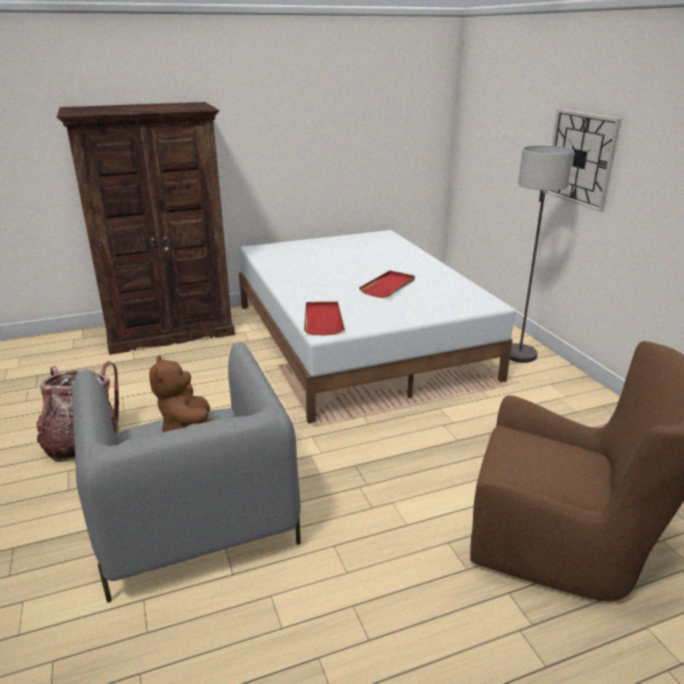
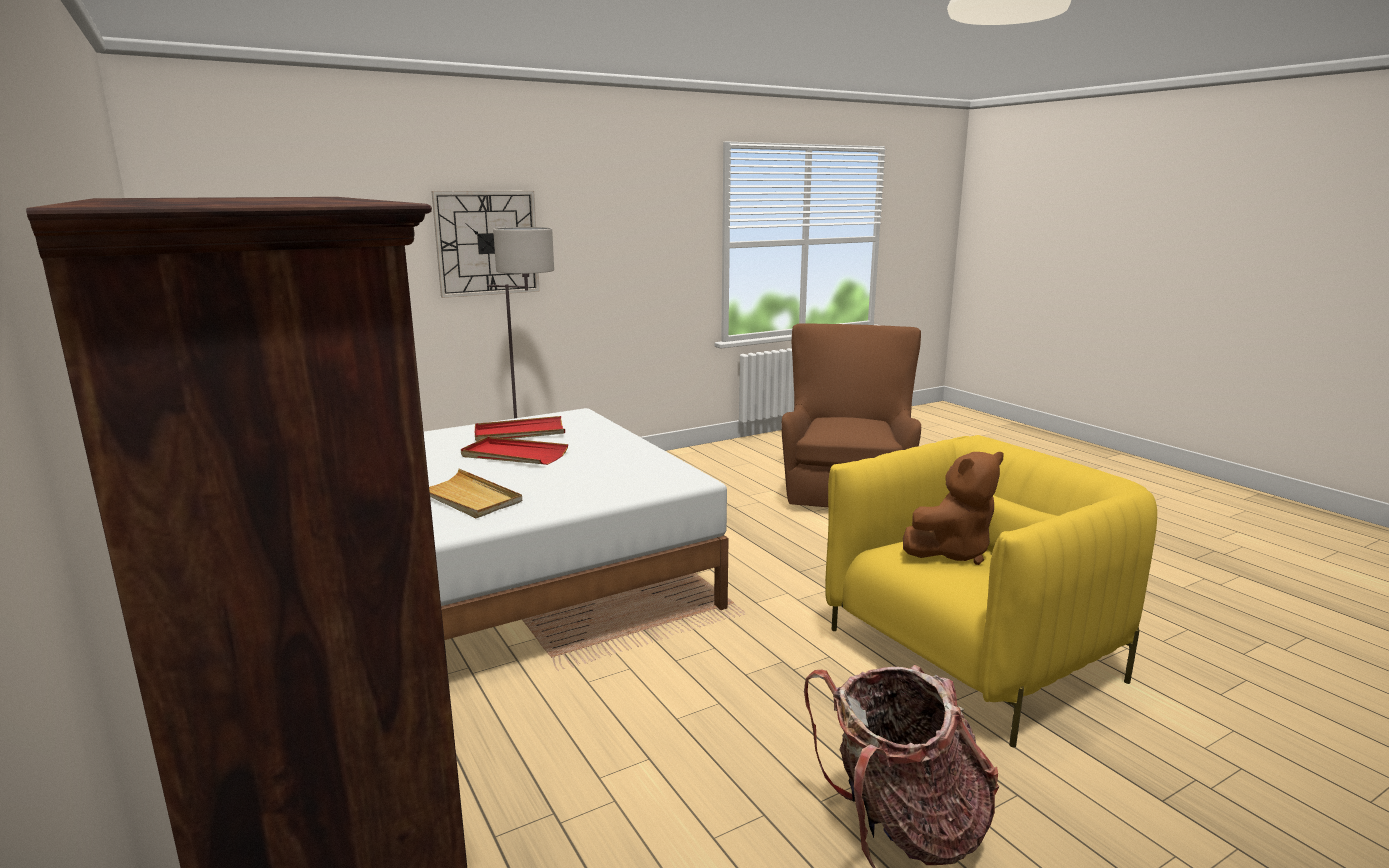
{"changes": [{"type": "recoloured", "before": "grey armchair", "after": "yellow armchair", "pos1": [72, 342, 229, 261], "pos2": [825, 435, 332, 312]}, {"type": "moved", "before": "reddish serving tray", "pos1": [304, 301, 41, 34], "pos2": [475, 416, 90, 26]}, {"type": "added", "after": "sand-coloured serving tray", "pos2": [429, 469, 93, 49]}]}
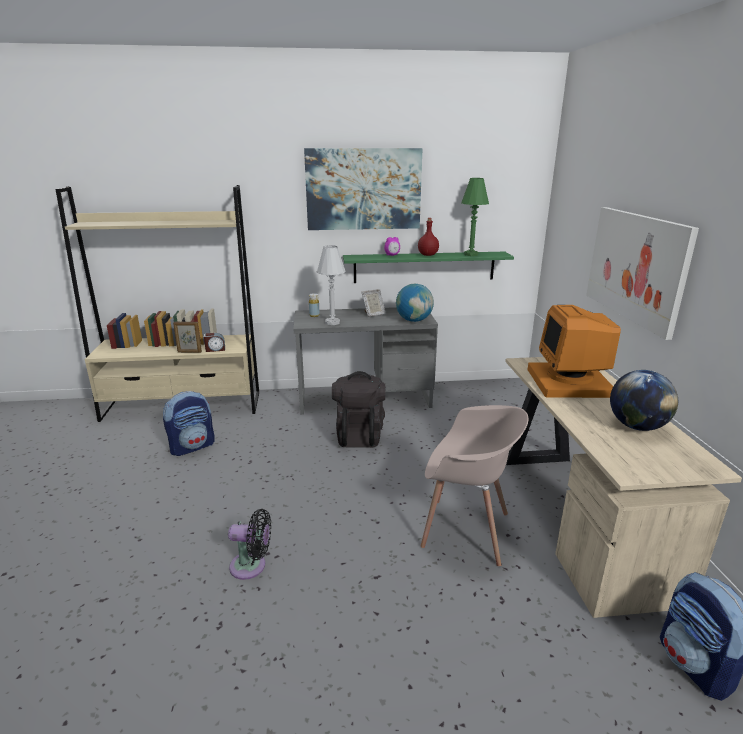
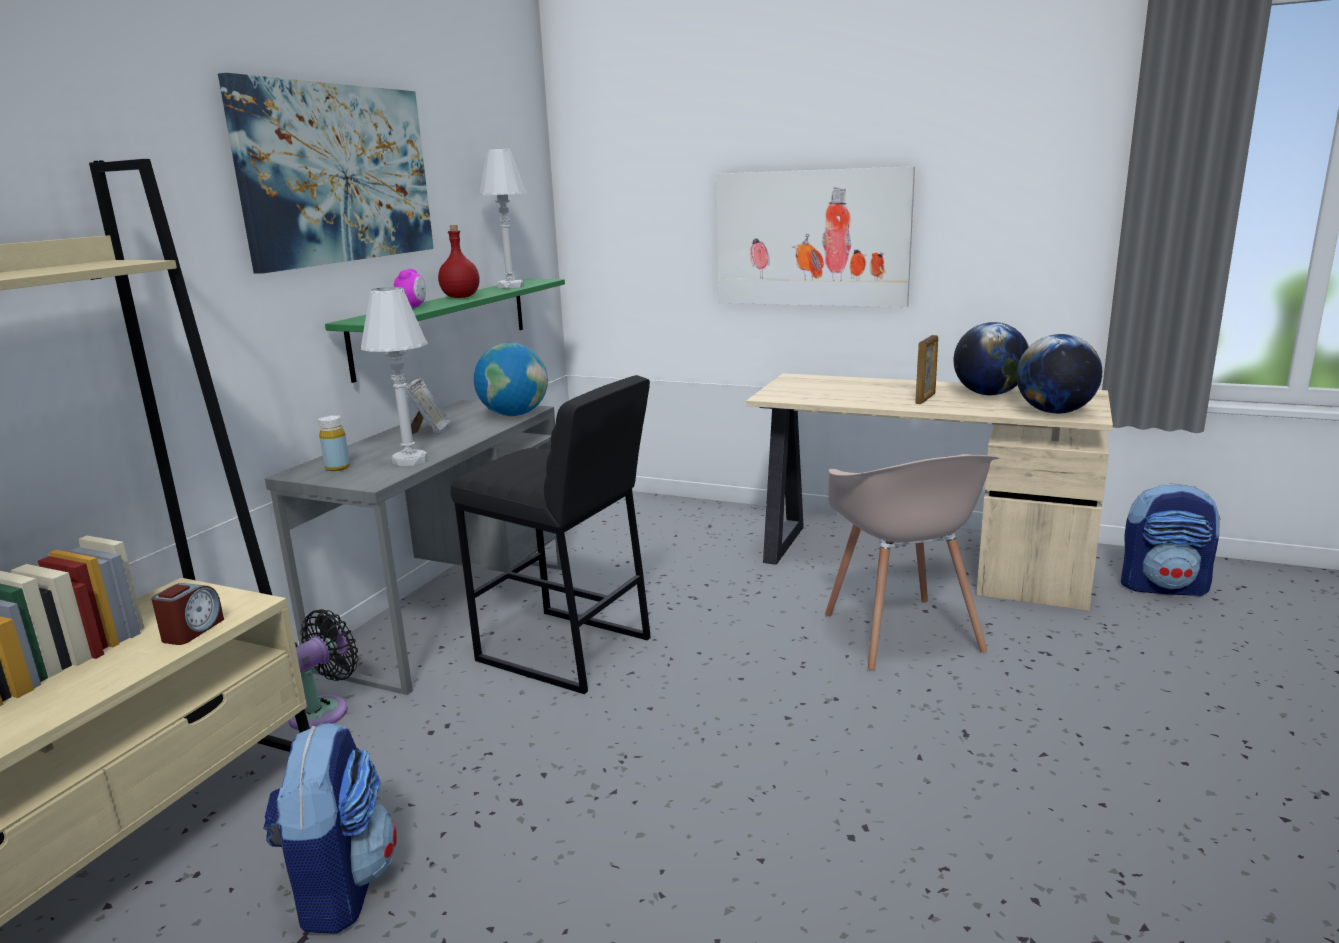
{"changes": [{"type": "moved", "before": "photo frame", "pos1": [173, 322, 29, 31], "pos2": [915, 335, 23, 69]}, {"type": "moved", "before": "blackish fan", "pos1": [228, 509, 43, 71], "pos2": [288, 609, 70, 121]}, {"type": "replaced", "before": "blackish rucksack", "after": "blackish stool seat", "pos1": [332, 371, 54, 77], "pos2": [450, 375, 200, 319]}, {"type": "turned", "before": "sand-coloured upright chair", "pos1": [421, 405, 107, 161], "pos2": [825, 454, 174, 216], "turn": 120}, {"type": "recoloured", "before": "green table lamp", "after": "white table lamp", "pos1": [461, 178, 28, 78], "pos2": [478, 149, 49, 140]}, {"type": "removed", "before": "computer display", "pos1": [528, 305, 93, 93]}, {"type": "added", "after": "globe", "pos2": [1016, 334, 86, 80]}]}
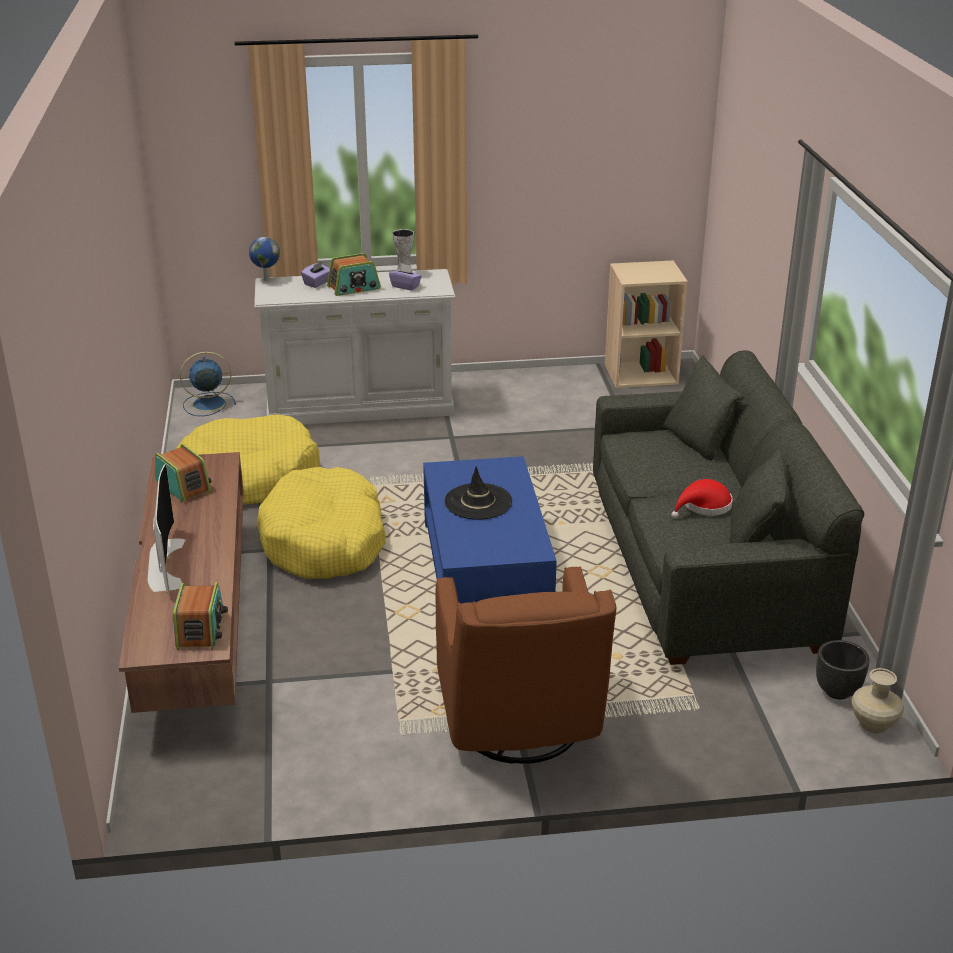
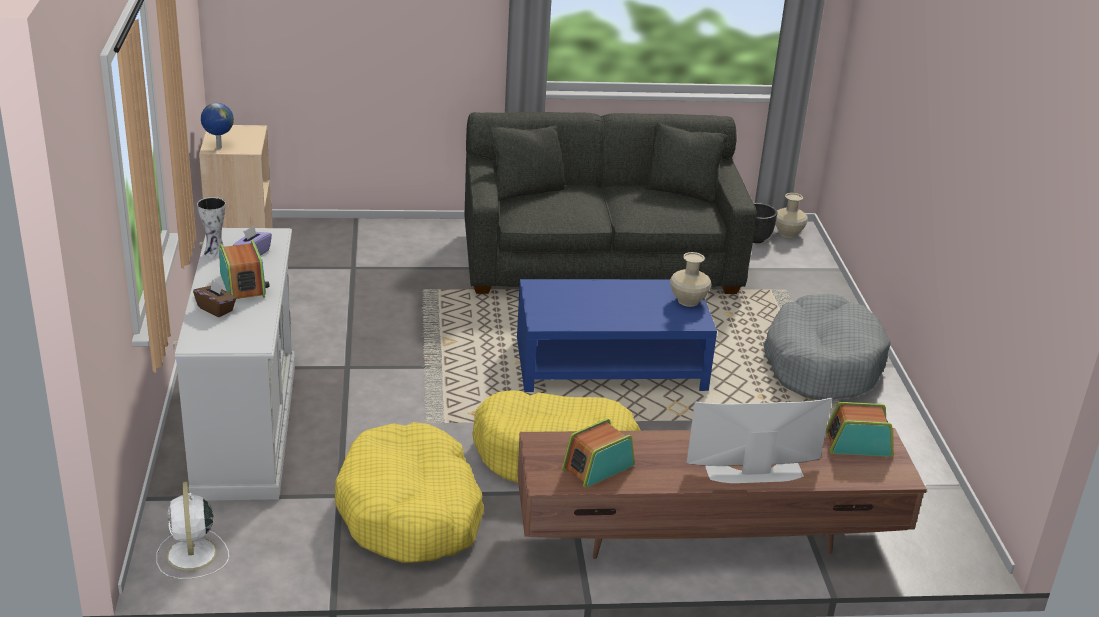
{"changes": [{"type": "recoloured", "before": "bluish fan", "after": "white fan", "pos1": [180, 351, 56, 65], "pos2": [156, 481, 73, 98]}, {"type": "moved", "before": "globe", "pos1": [249, 237, 31, 44], "pos2": [201, 103, 33, 46]}, {"type": "recoloured", "before": "purple-coloured tissue box", "after": "brown-coloured tissue box", "pos1": [301, 261, 29, 27], "pos2": [193, 280, 43, 37]}, {"type": "replaced", "before": "brown-coloured armchair", "after": "grey pet bed", "pos1": [435, 566, 181, 198], "pos2": [763, 294, 128, 106]}, {"type": "removed", "before": "blackish hat", "pos1": [444, 467, 68, 53]}, {"type": "removed", "before": "reddish hat", "pos1": [671, 479, 62, 39]}, {"type": "added", "after": "sand-coloured decorative vase", "pos2": [670, 252, 42, 55]}]}
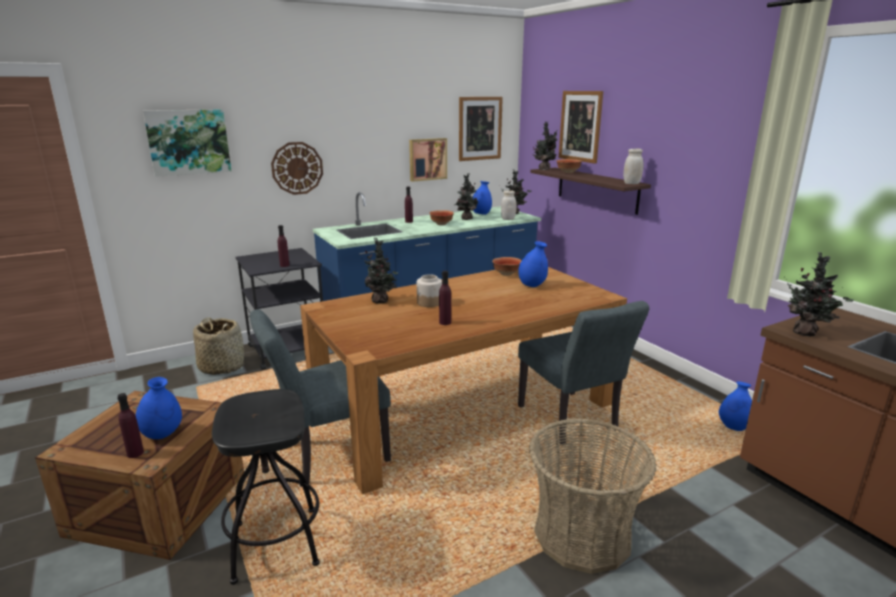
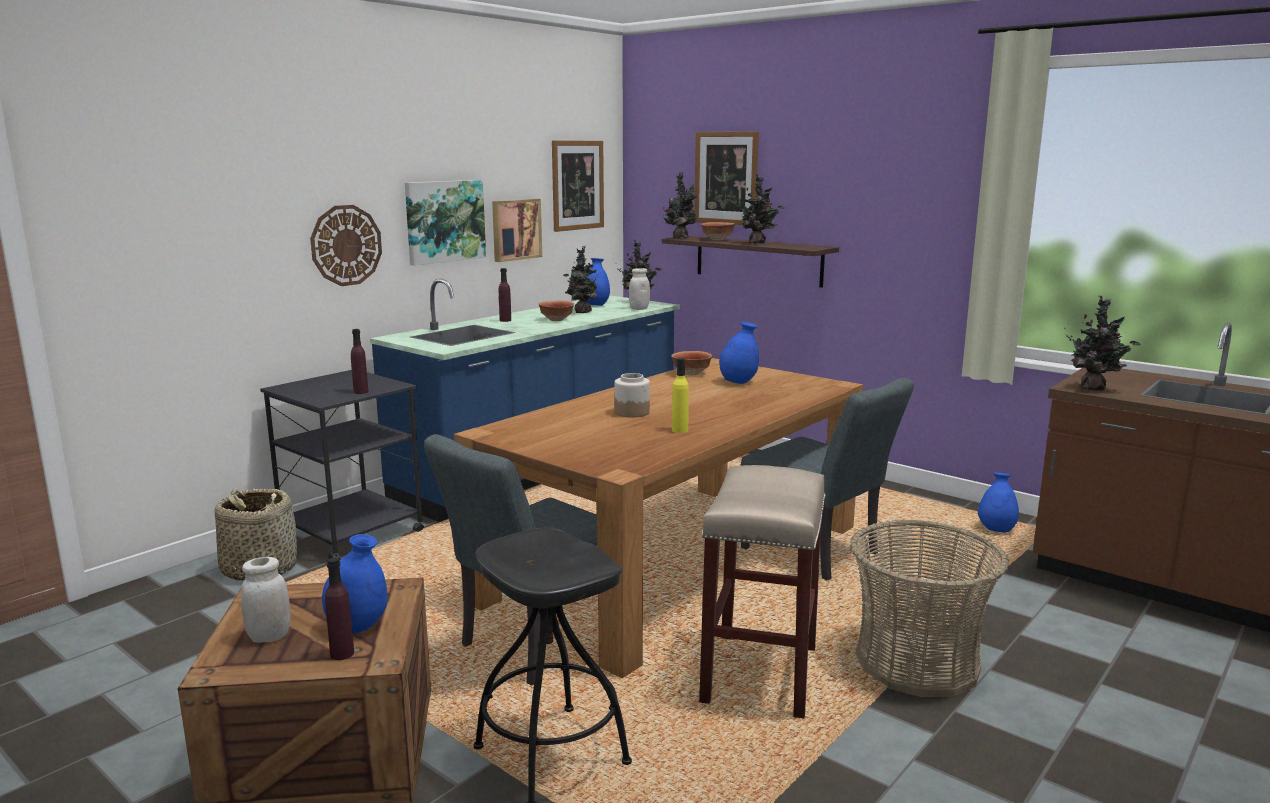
{"changes": [{"type": "moved", "before": "wall art", "pos1": [143, 109, 89, 68], "pos2": [405, 180, 81, 86]}, {"type": "moved", "before": "potted plant", "pos1": [364, 238, 34, 66], "pos2": [735, 174, 50, 70]}, {"type": "recoloured", "before": "purple-coloured drink bottle", "after": "yellow drink bottle", "pos1": [439, 271, 12, 54], "pos2": [672, 358, 17, 75]}, {"type": "moved", "before": "white preserve jar", "pos1": [623, 149, 20, 35], "pos2": [241, 557, 49, 86]}, {"type": "added", "after": "sand-coloured stool seat", "pos2": [699, 465, 127, 254]}]}
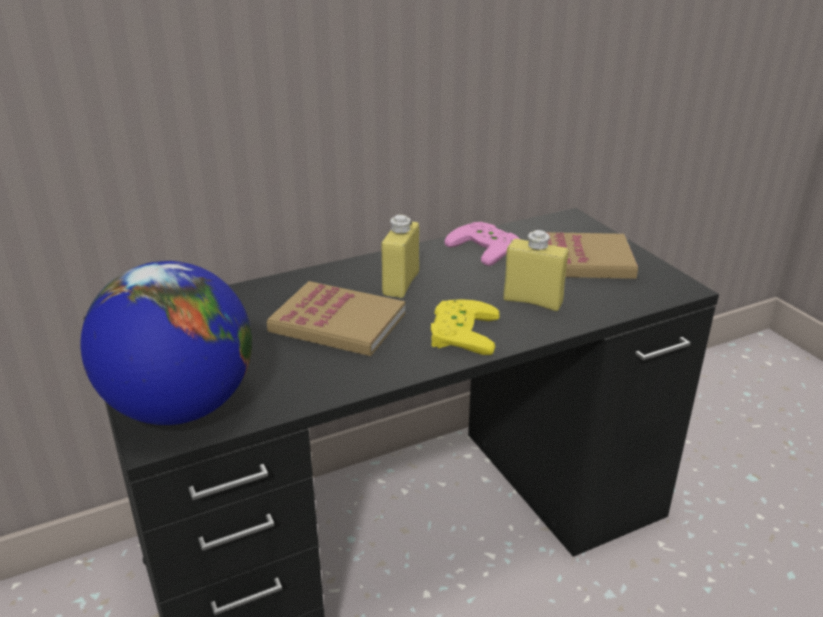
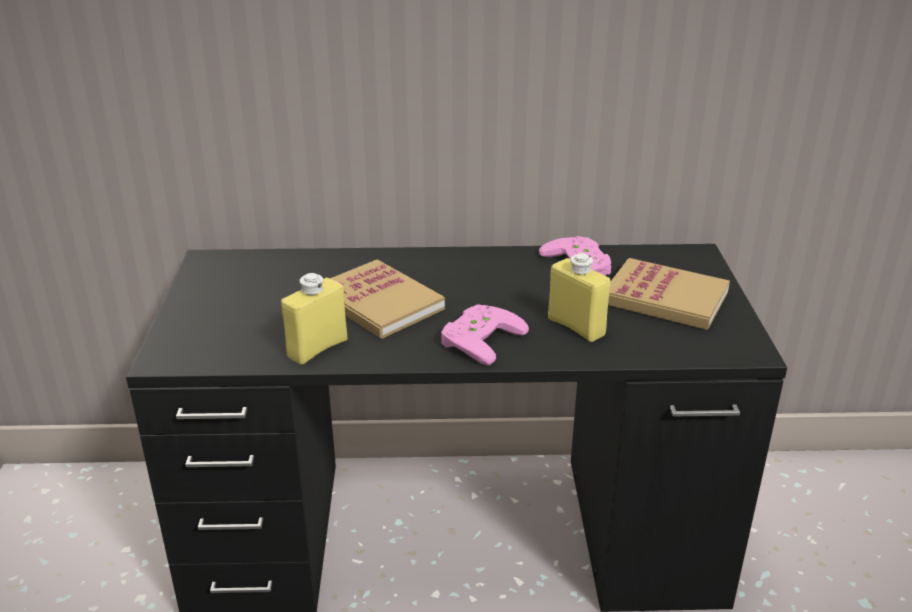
{"changes": [{"type": "removed", "before": "globe", "pos1": [81, 261, 171, 164]}, {"type": "moved", "before": "yellow drink bottle", "pos1": [381, 215, 38, 83], "pos2": [281, 273, 66, 92]}, {"type": "recoloured", "before": "yellow joypad", "after": "pinkish joypad", "pos1": [431, 299, 69, 56], "pos2": [441, 304, 88, 62]}]}
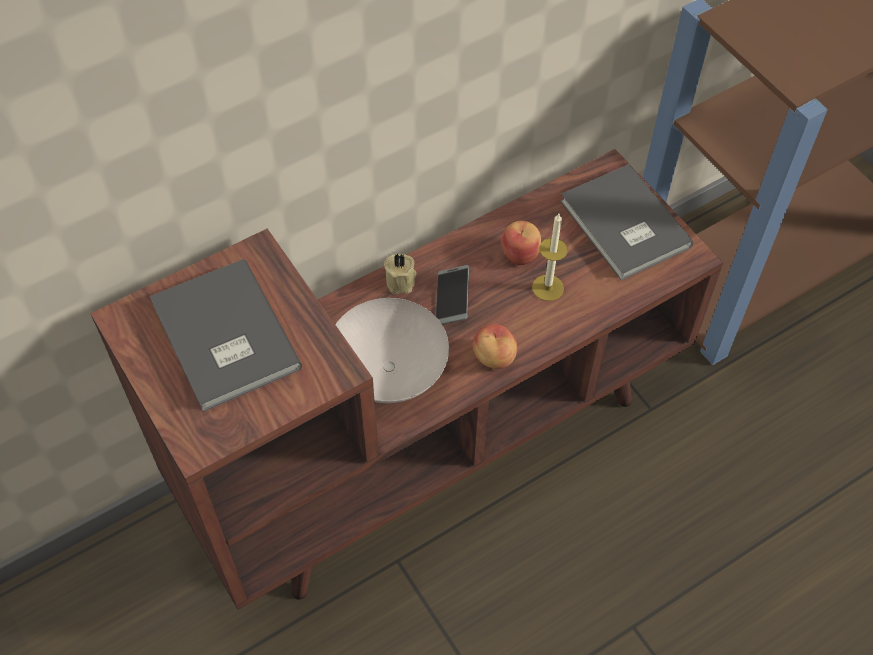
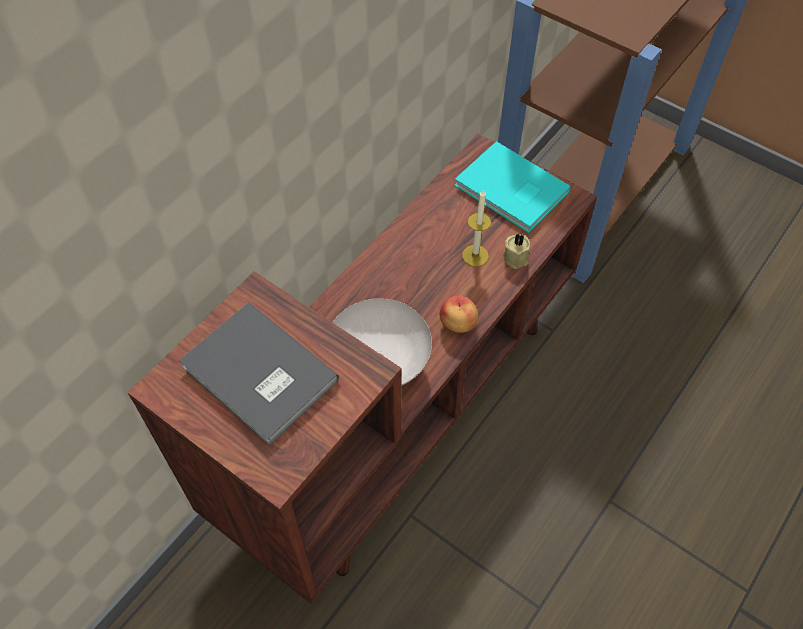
{"changes": [{"type": "moved", "before": "sand-coloured wax candle", "pos1": [384, 253, 32, 41], "pos2": [503, 234, 27, 35]}, {"type": "removed", "before": "telephone", "pos1": [436, 265, 33, 59]}, {"type": "removed", "before": "whole apple", "pos1": [501, 221, 40, 44]}, {"type": "recoloured", "before": "grey book", "after": "turquoise book", "pos1": [560, 164, 133, 116], "pos2": [454, 141, 117, 92]}]}
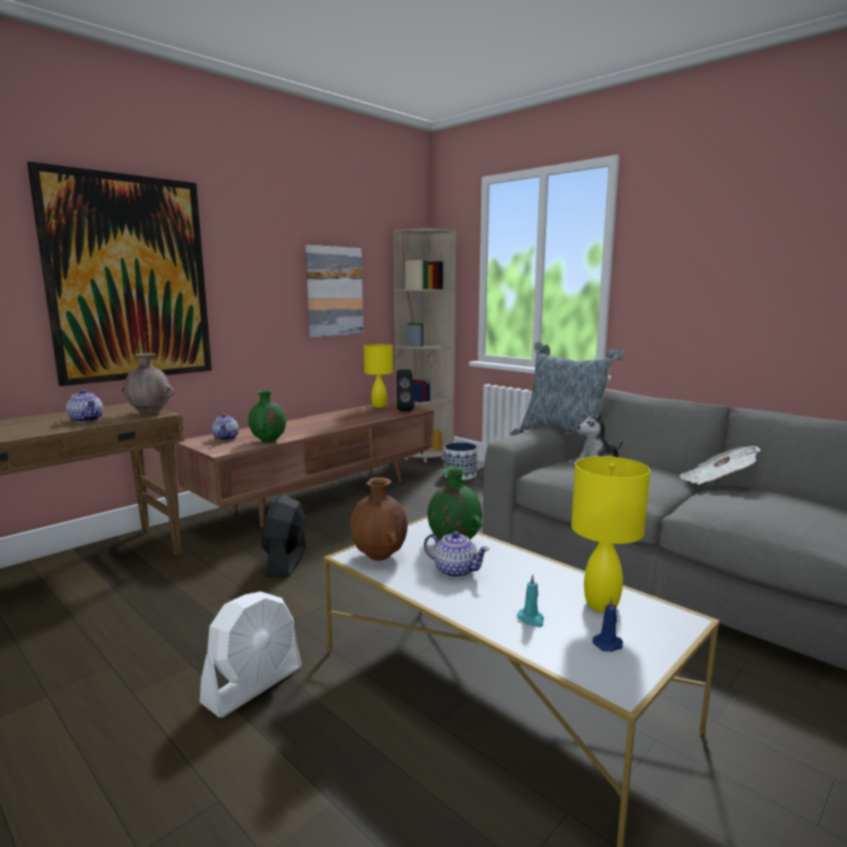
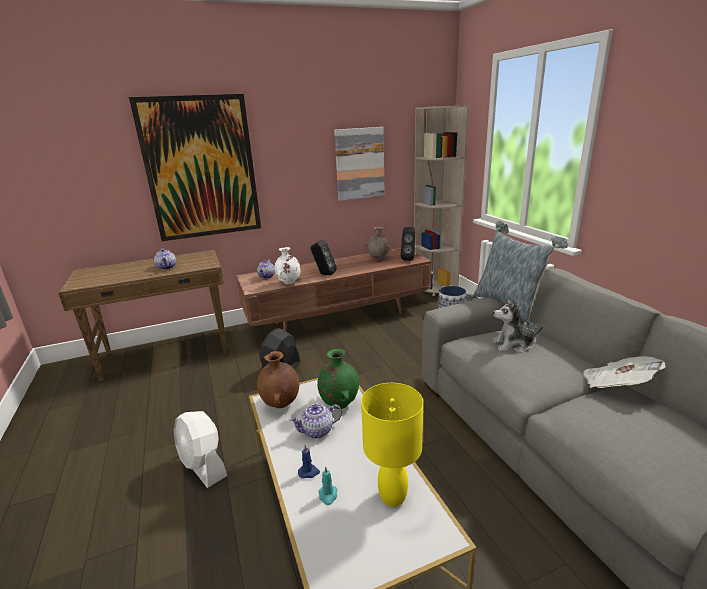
{"changes": [{"type": "moved", "before": "brown-coloured decorative vase", "pos1": [122, 353, 52, 61], "pos2": [366, 227, 26, 33]}, {"type": "turned", "before": "white fan", "pos1": [200, 591, 102, 127], "pos2": [173, 411, 54, 77], "turn": 75}, {"type": "recoloured", "before": "green decorative vase", "after": "white decorative vase", "pos1": [248, 390, 38, 53], "pos2": [274, 247, 27, 37]}, {"type": "removed", "before": "yellow table lamp", "pos1": [364, 344, 29, 63]}, {"type": "turned", "before": "tea pot", "pos1": [424, 531, 66, 47], "pos2": [289, 404, 53, 34], "turn": 105}, {"type": "moved", "before": "bluish wax candle", "pos1": [592, 597, 31, 55], "pos2": [298, 445, 22, 33]}, {"type": "added", "after": "blackish loudspeaker", "pos2": [311, 240, 26, 35]}]}
